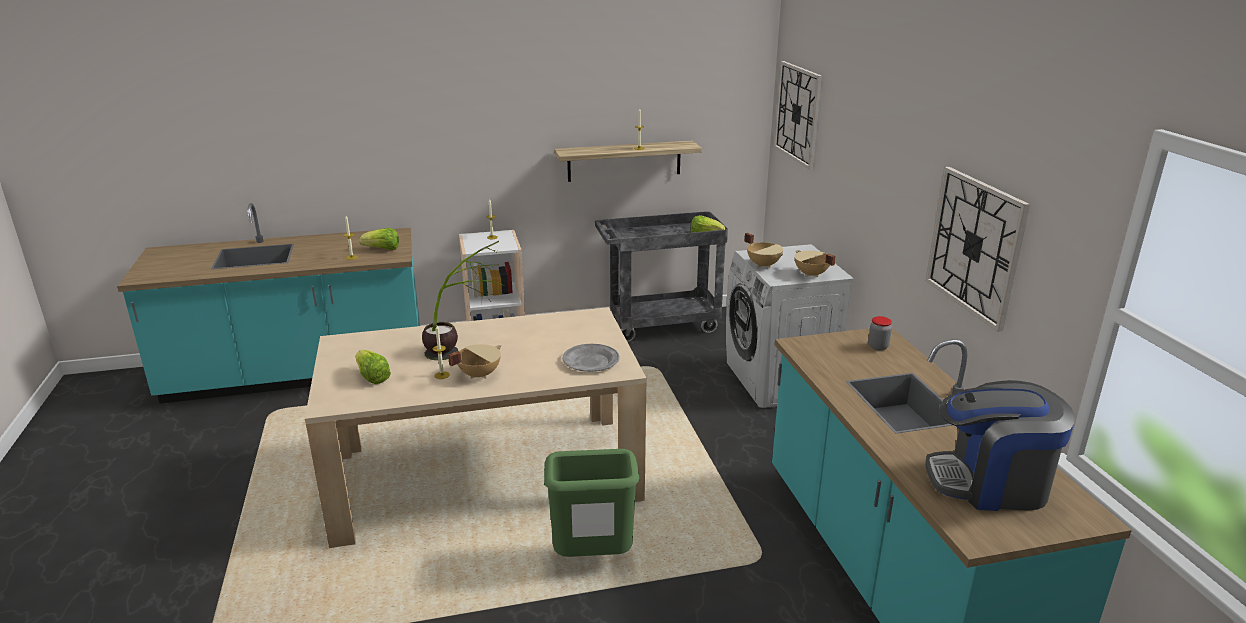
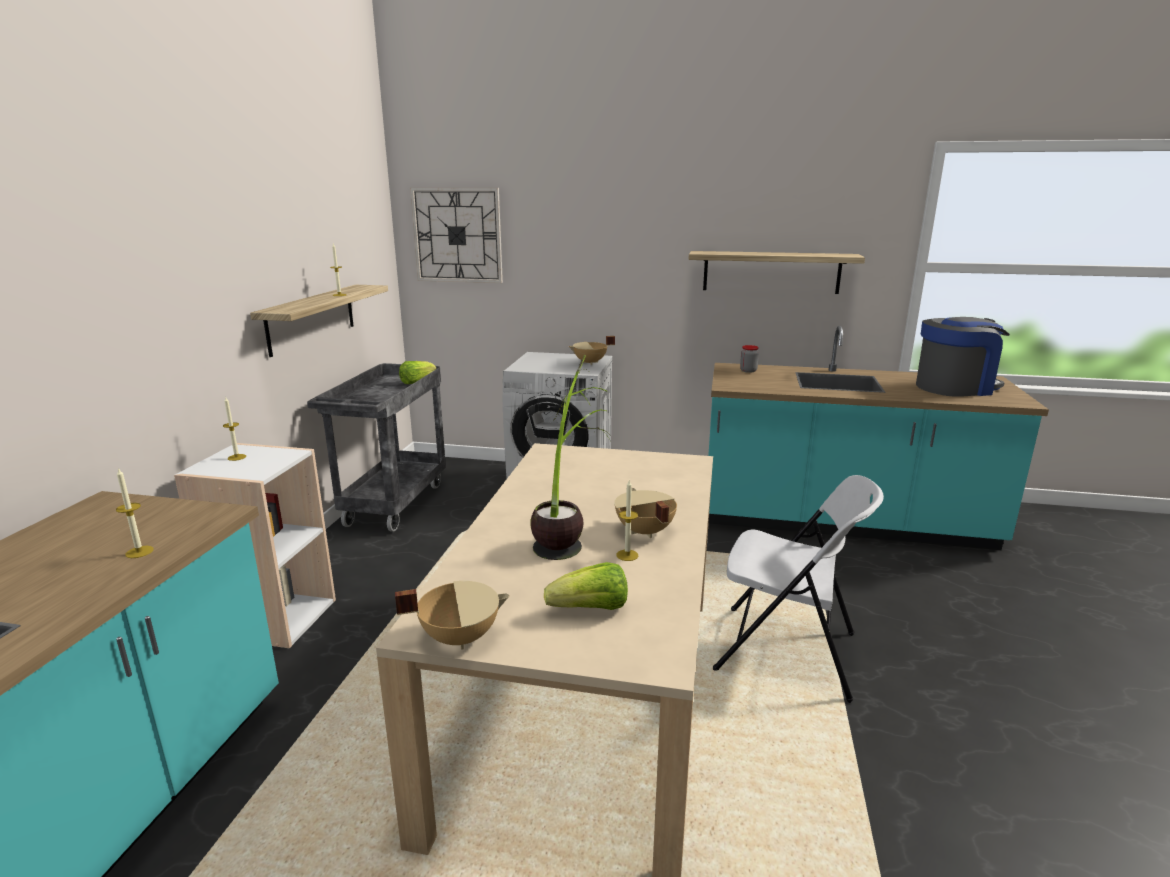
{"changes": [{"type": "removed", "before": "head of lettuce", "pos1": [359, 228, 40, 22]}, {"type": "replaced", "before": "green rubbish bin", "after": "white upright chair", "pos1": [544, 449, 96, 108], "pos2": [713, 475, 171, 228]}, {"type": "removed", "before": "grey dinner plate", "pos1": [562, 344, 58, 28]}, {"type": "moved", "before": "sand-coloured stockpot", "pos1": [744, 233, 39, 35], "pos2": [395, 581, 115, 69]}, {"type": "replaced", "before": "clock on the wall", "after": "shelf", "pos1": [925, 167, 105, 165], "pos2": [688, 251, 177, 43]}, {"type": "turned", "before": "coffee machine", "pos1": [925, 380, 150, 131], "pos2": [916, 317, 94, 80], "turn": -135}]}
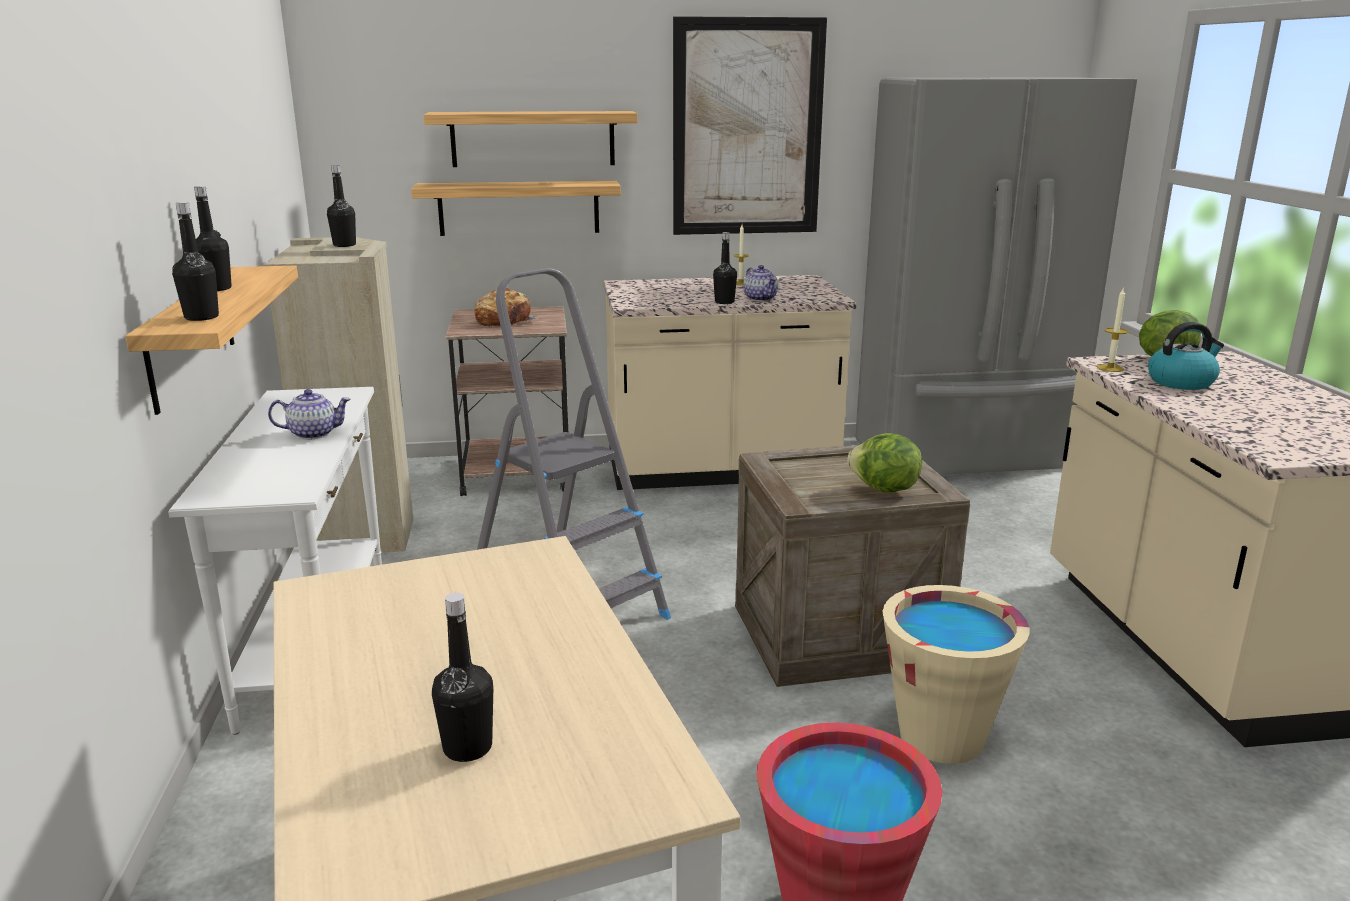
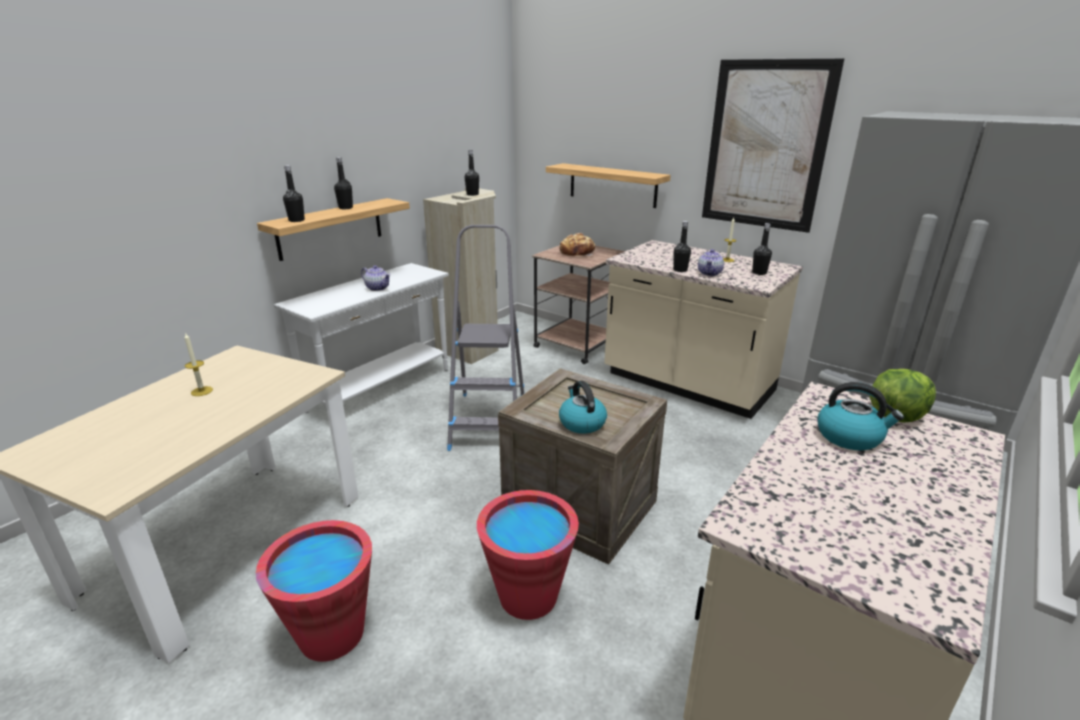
{"changes": [{"type": "removed", "before": "shelf", "pos1": [423, 111, 215, 56]}, {"type": "moved", "before": "blackish drink bottle", "pos1": [432, 593, 61, 169], "pos2": [752, 223, 20, 52]}, {"type": "replaced", "before": "head of lettuce", "after": "kettle", "pos1": [847, 433, 75, 60], "pos2": [559, 381, 48, 53]}, {"type": "recoloured", "before": "sand-coloured pail", "after": "reddish pail", "pos1": [883, 585, 146, 179], "pos2": [477, 490, 102, 130]}, {"type": "moved", "before": "wax candle", "pos1": [1097, 289, 31, 83], "pos2": [184, 332, 29, 64]}]}
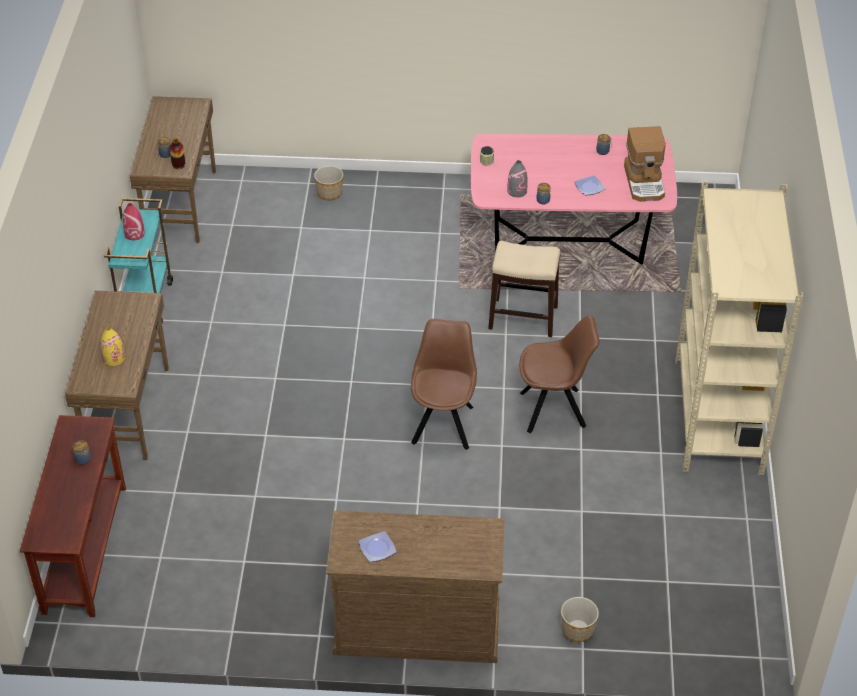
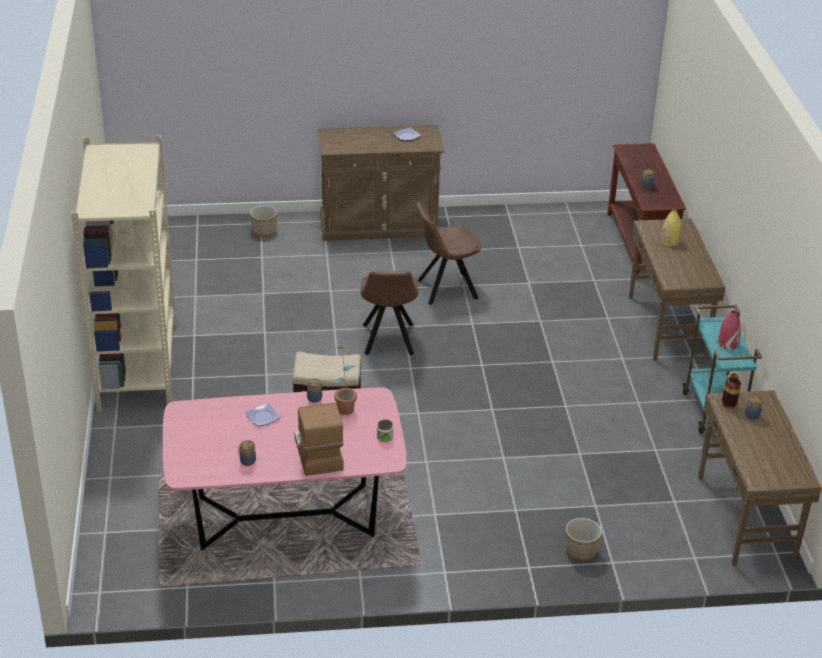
{"changes": [{"type": "replaced", "before": "grey decorative vase", "after": "potted plant", "pos1": [507, 160, 21, 37], "pos2": [332, 346, 25, 69]}, {"type": "moved", "before": "brown-coloured upright chair", "pos1": [519, 315, 81, 118], "pos2": [416, 202, 65, 103]}, {"type": "moved", "before": "coffee machine", "pos1": [624, 126, 42, 76], "pos2": [295, 403, 49, 73]}]}
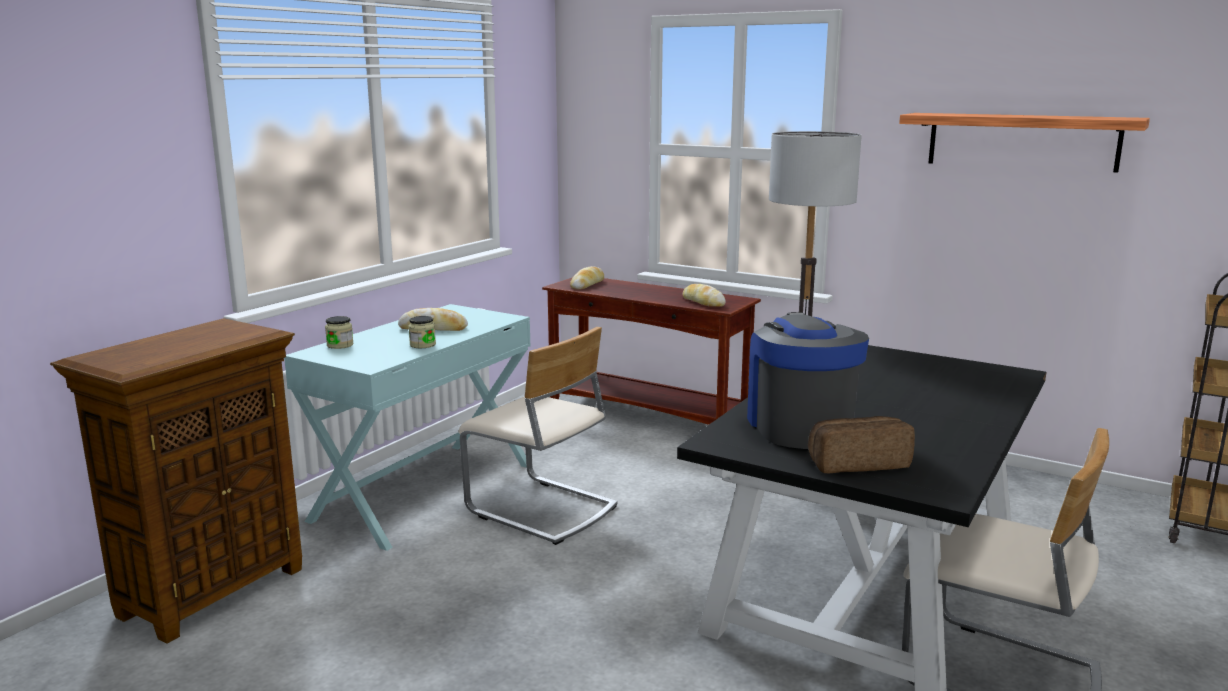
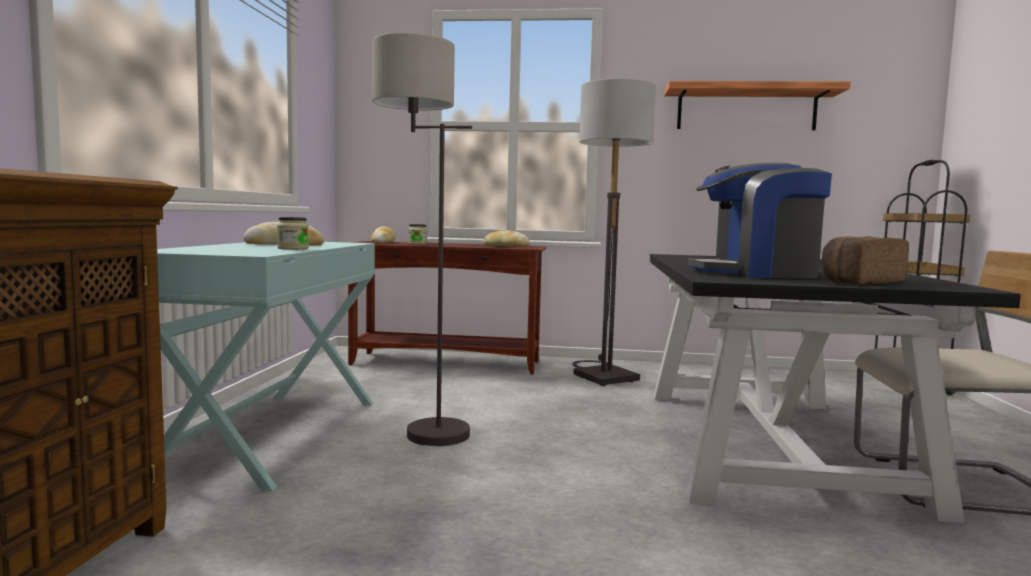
{"changes": [{"type": "moved", "before": "preserve jar", "pos1": [325, 316, 28, 33], "pos2": [408, 224, 19, 21]}, {"type": "replaced", "before": "sand-coloured upright chair", "after": "grey floor lamp", "pos1": [458, 327, 160, 218], "pos2": [372, 32, 100, 414]}, {"type": "turned", "before": "coffee machine", "pos1": [747, 312, 122, 137], "pos2": [688, 163, 144, 115], "turn": -60}]}
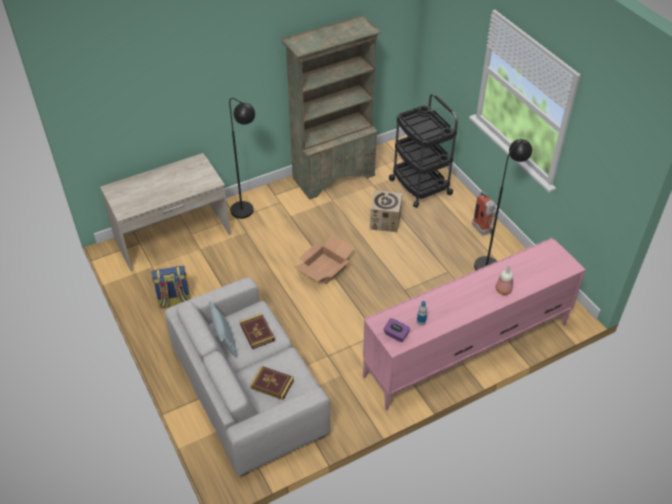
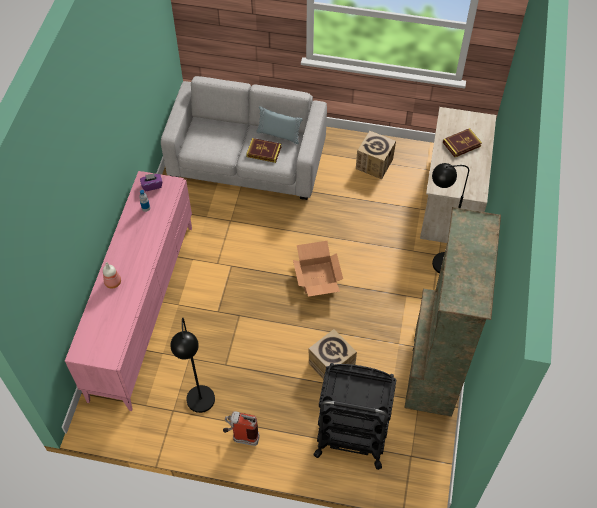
{"changes": [{"type": "replaced", "before": "rucksack", "after": "packing box", "pos1": [151, 266, 39, 43], "pos2": [356, 131, 40, 48]}, {"type": "moved", "before": "book", "pos1": [250, 366, 44, 34], "pos2": [443, 128, 39, 29]}]}
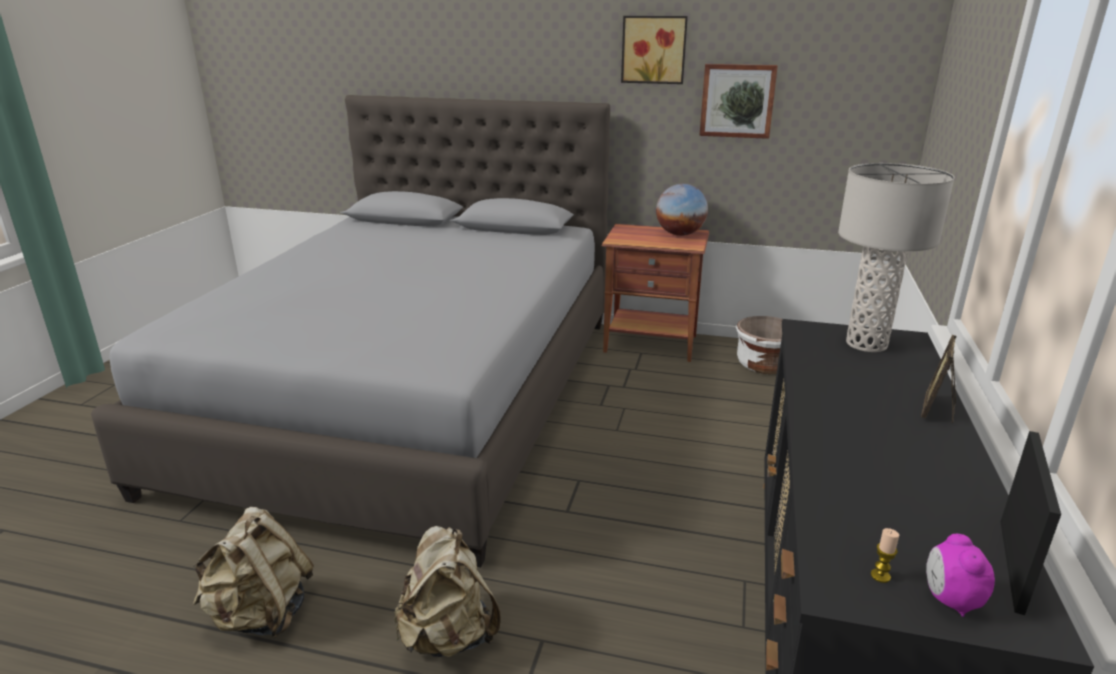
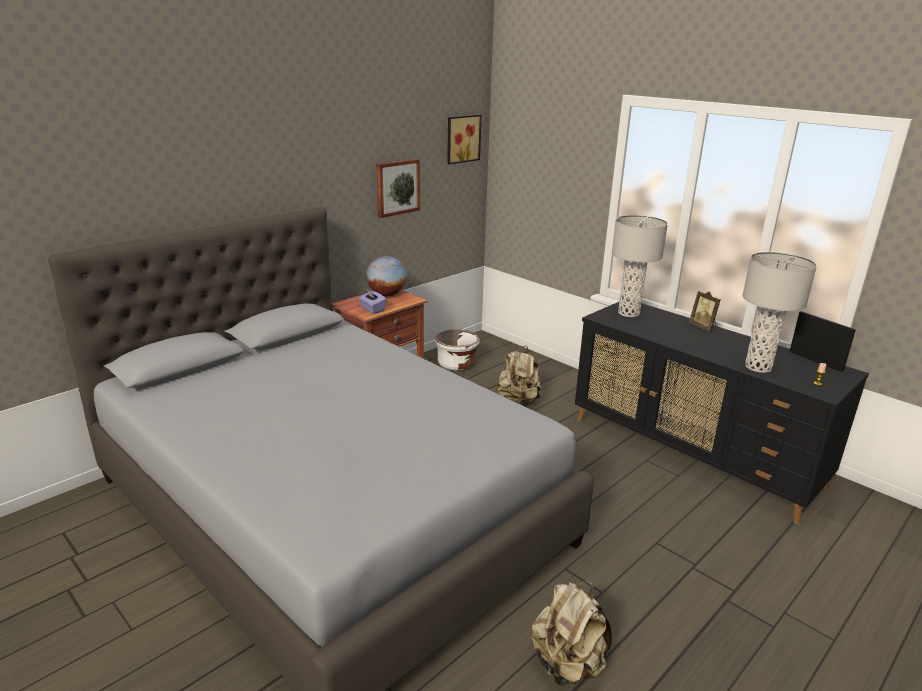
{"changes": [{"type": "moved", "before": "sand-coloured rucksack", "pos1": [394, 526, 107, 131], "pos2": [496, 346, 46, 61]}, {"type": "moved", "before": "wall art", "pos1": [621, 16, 67, 68], "pos2": [447, 115, 34, 49]}, {"type": "removed", "before": "bedside clock", "pos1": [926, 534, 69, 83]}, {"type": "added", "after": "purple-coloured tissue box", "pos2": [359, 290, 27, 24]}, {"type": "added", "after": "white table lamp", "pos2": [743, 252, 74, 121]}]}
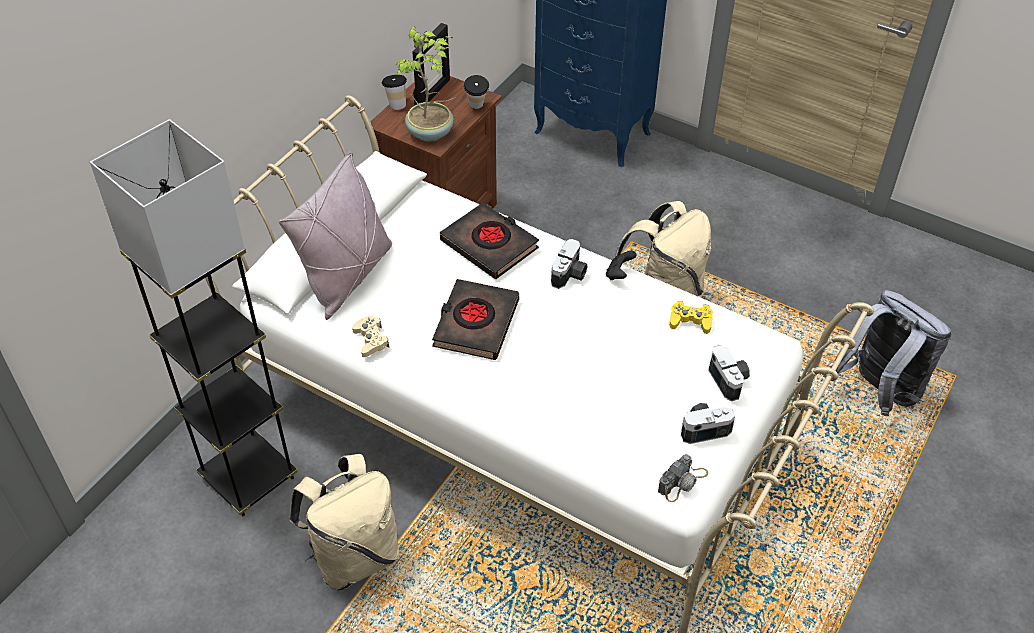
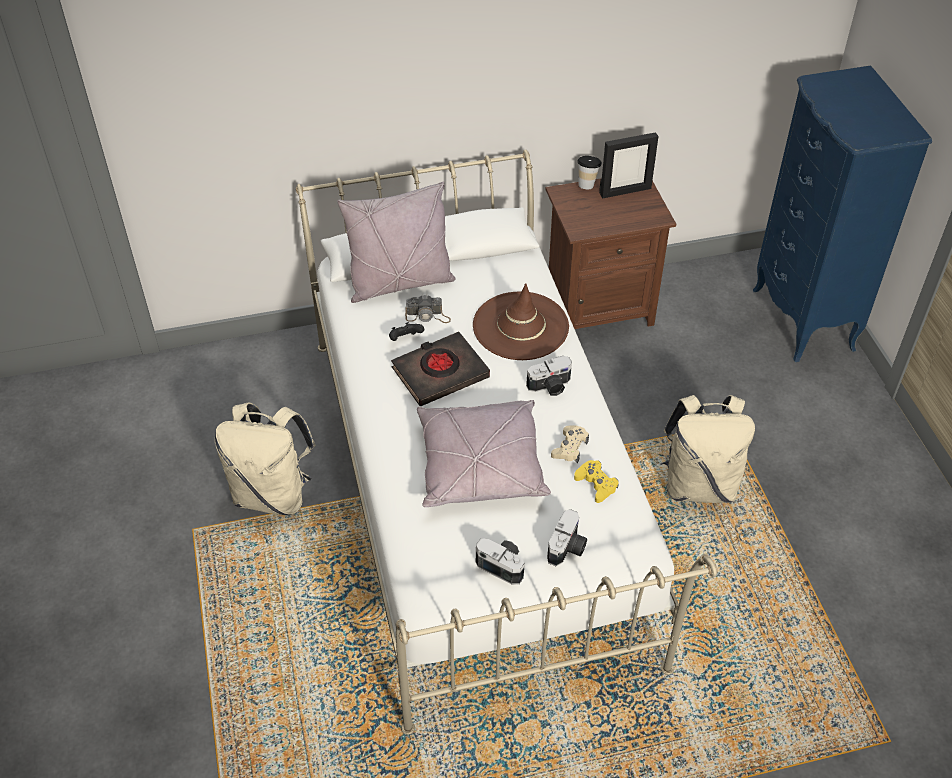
{"changes": [{"type": "removed", "before": "grey floor lamp", "pos1": [90, 119, 208, 397]}, {"type": "moved", "before": "sand-coloured joypad", "pos1": [352, 316, 37, 41], "pos2": [551, 425, 38, 38]}, {"type": "removed", "before": "potted plant", "pos1": [396, 26, 58, 116]}, {"type": "replaced", "before": "blackish book", "after": "brown-coloured hat", "pos1": [440, 203, 99, 76], "pos2": [473, 283, 96, 77]}, {"type": "removed", "before": "small cup", "pos1": [464, 75, 25, 34]}, {"type": "moved", "before": "blackish joypad", "pos1": [606, 251, 31, 29], "pos2": [389, 322, 35, 19]}, {"type": "moved", "before": "photo camera", "pos1": [658, 454, 50, 48], "pos2": [405, 295, 46, 28]}, {"type": "removed", "before": "grey rucksack", "pos1": [830, 290, 121, 126]}, {"type": "added", "after": "purple-coloured pillow", "pos2": [417, 400, 134, 107]}]}
